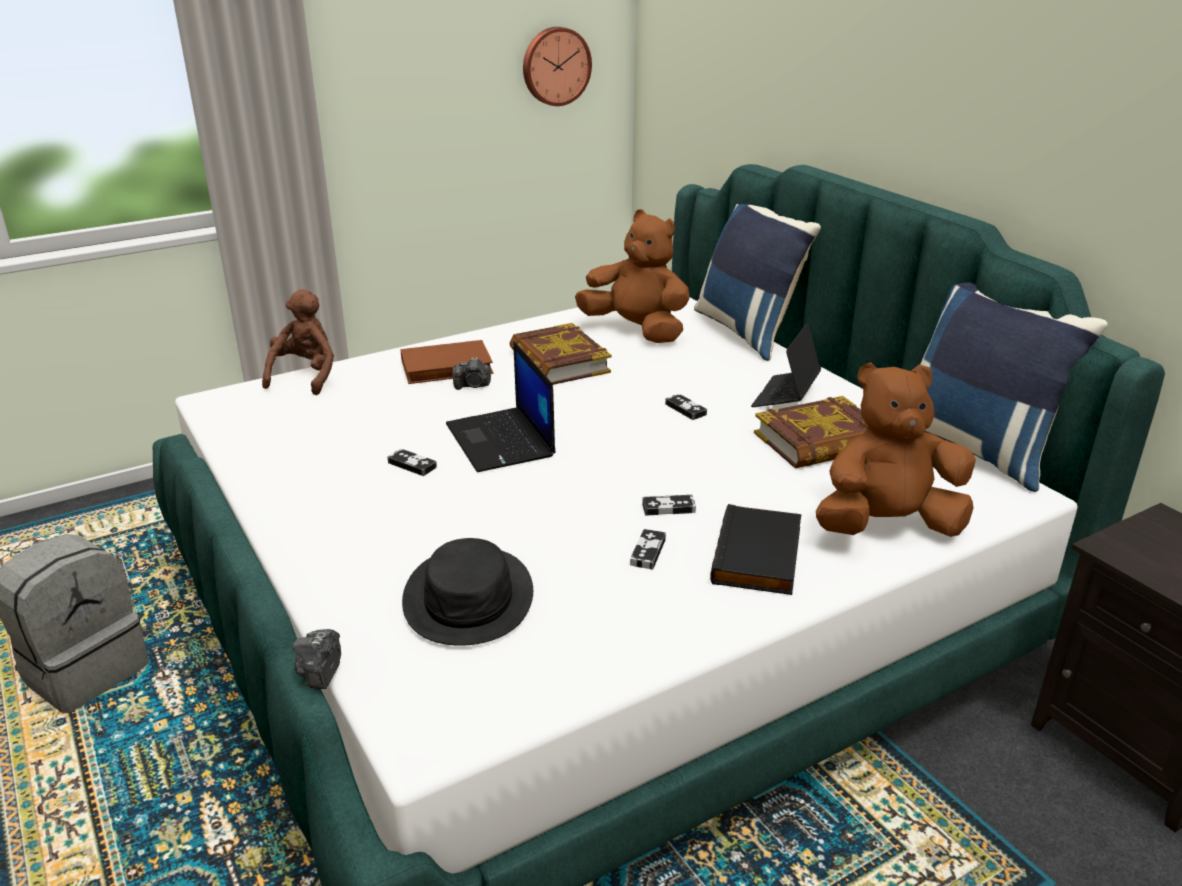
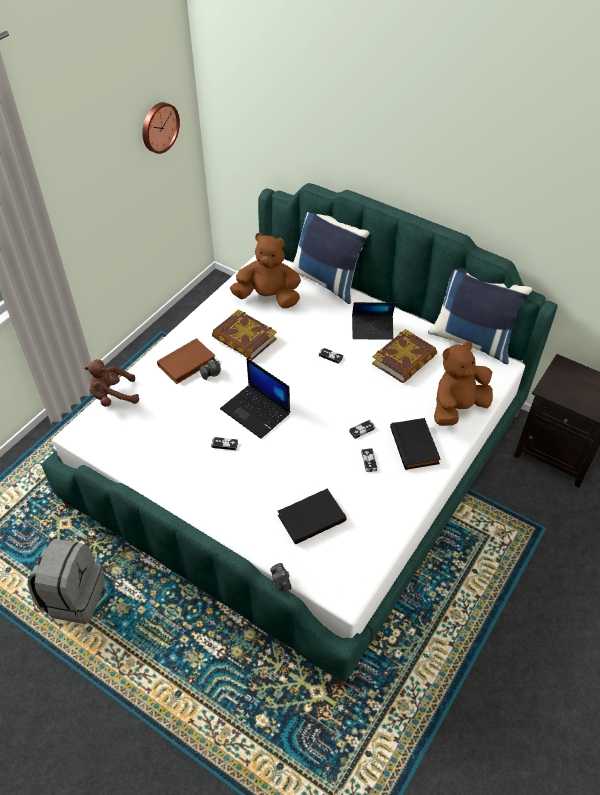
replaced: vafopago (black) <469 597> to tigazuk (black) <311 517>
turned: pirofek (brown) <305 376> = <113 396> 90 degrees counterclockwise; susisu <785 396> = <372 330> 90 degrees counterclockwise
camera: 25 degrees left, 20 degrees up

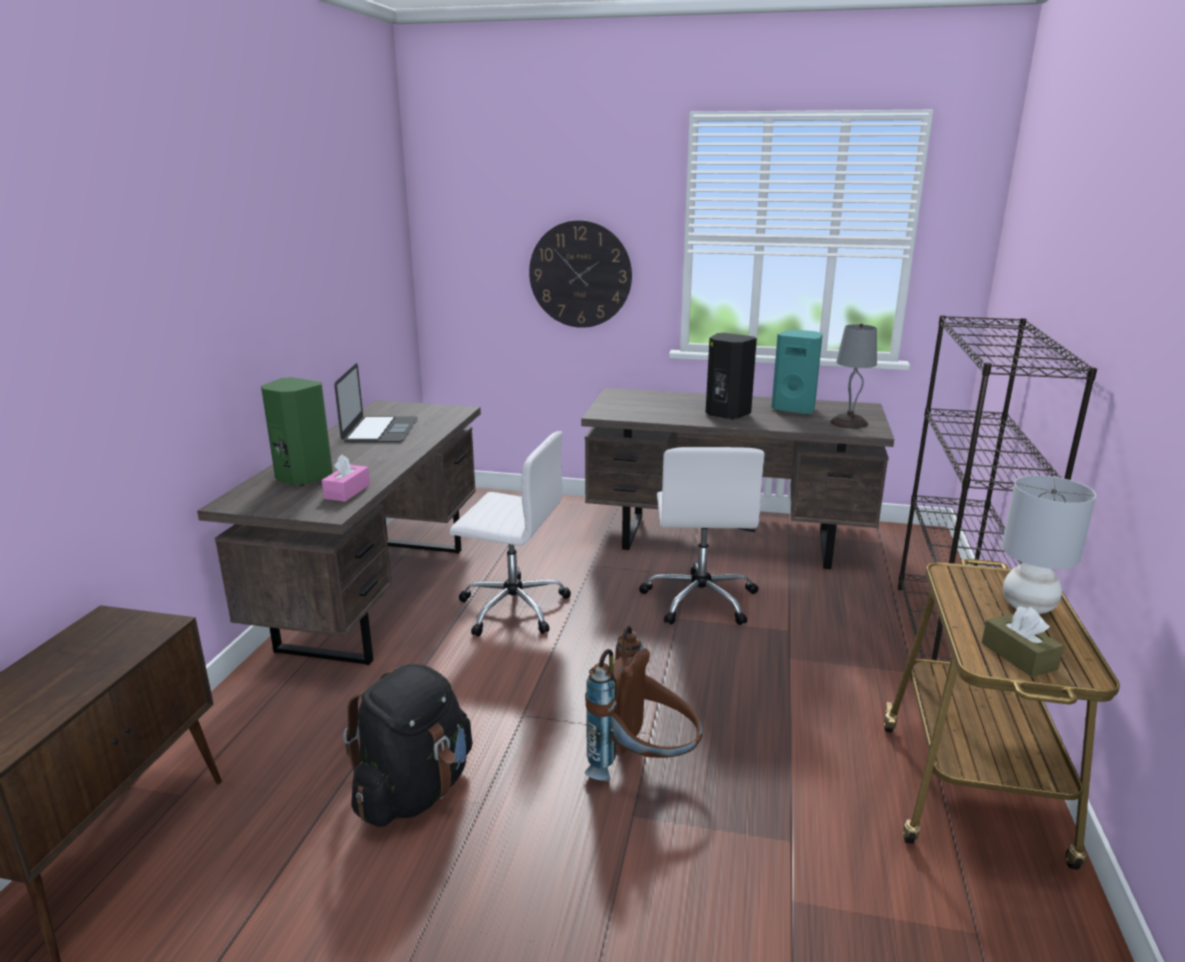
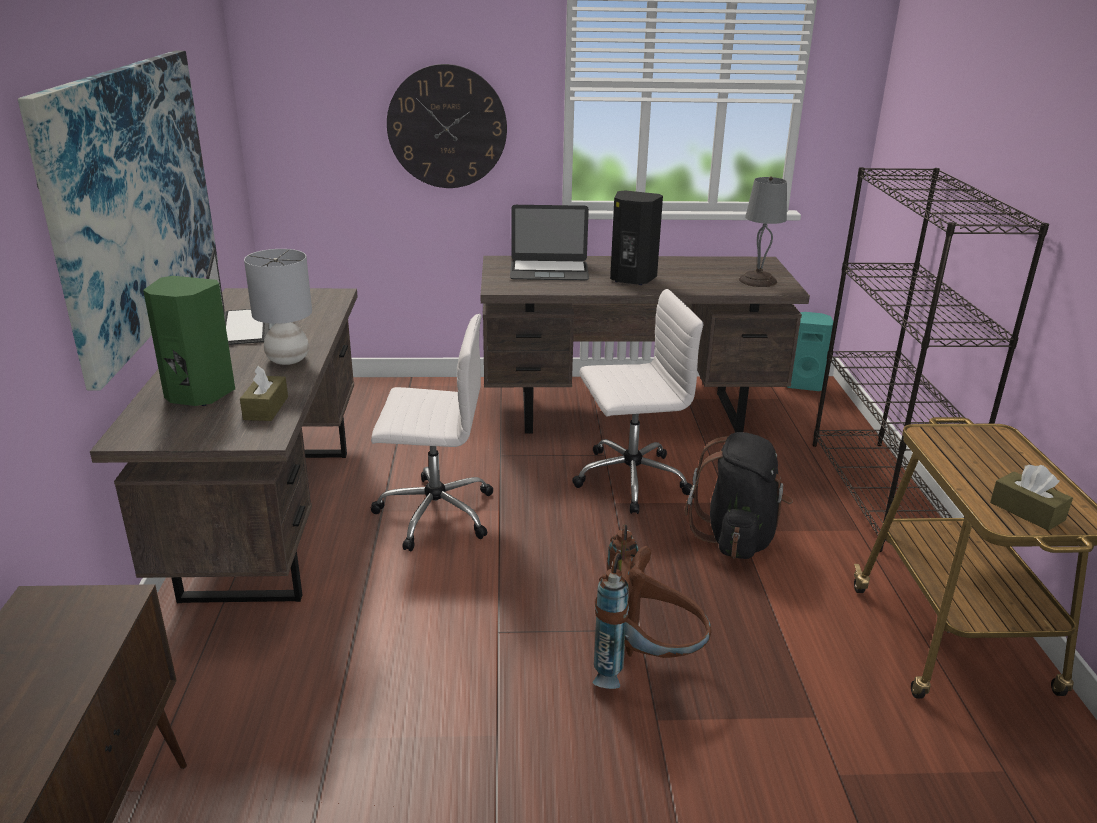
added: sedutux <134 200>; susisu <549 270>
moved: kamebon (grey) <1027 606> to <287 360>; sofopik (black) <414 791> to <737 537>; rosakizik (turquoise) <794 409> to <803 384>
recoloured: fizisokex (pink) <347 491> to fizisokex (brown) <266 408>
turned: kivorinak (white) <700 599> = <628 479> 90 degrees counterclockwise
camera: 15 degrees left, 5 degrees up

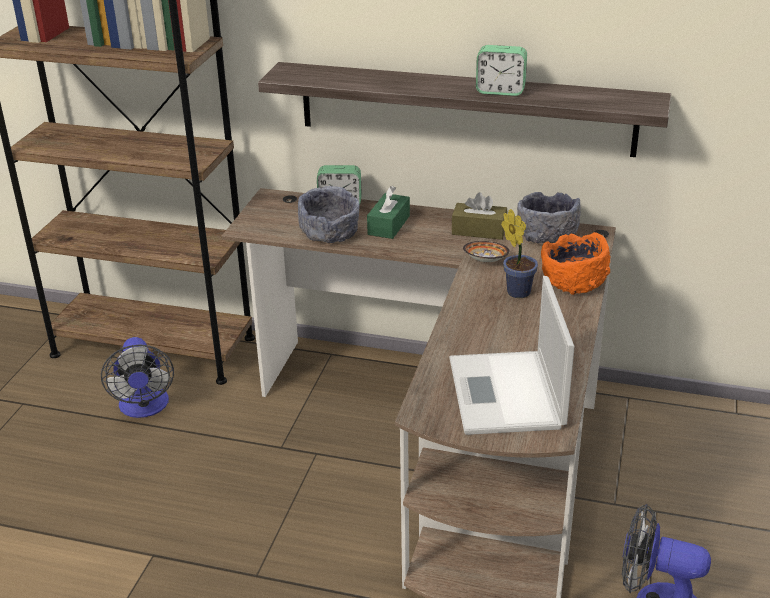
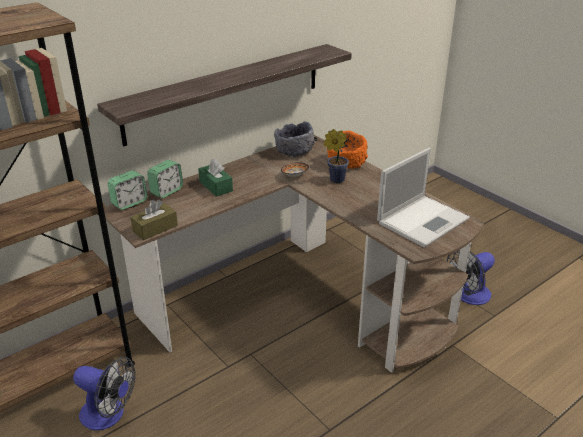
removed: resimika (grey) <330 233>
moved: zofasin <500 91> to <129 203>; fizisokex (brown) <479 230> to <155 228>
turned: susisu <506 395> = <423 220> 75 degrees counterclockwise
camera: 55 degrees left, 0 degrees up

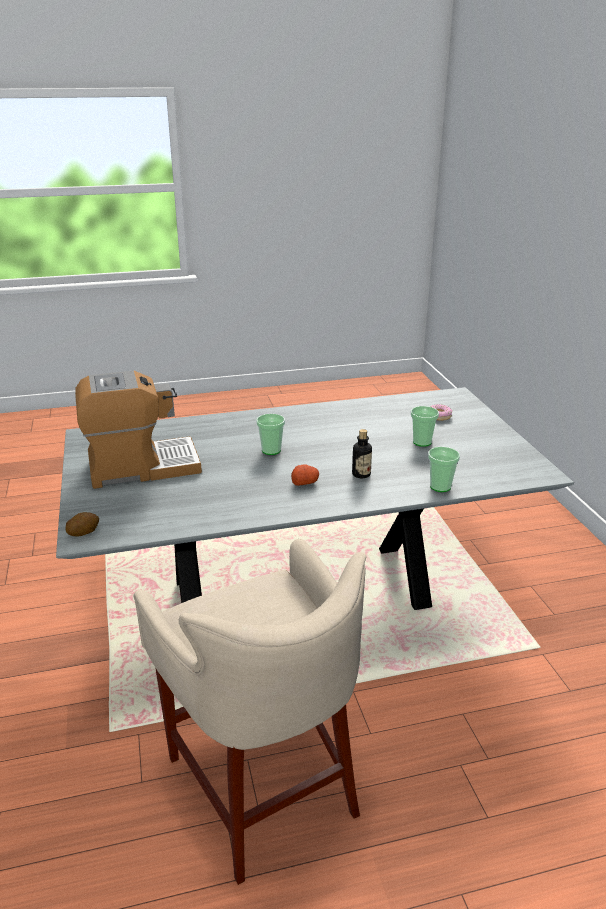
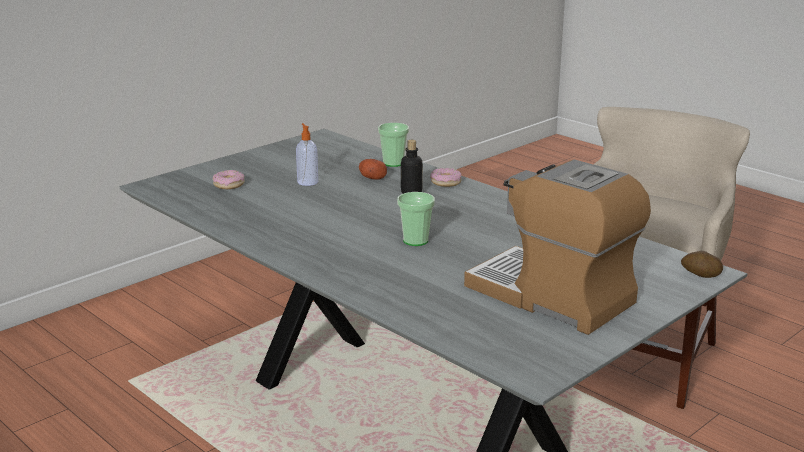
added: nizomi <446 182>
moved: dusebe <305 482> to <371 177>
replaced: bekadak <422 442> to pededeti <307 182>
camera: 120 degrees left, 5 degrees down

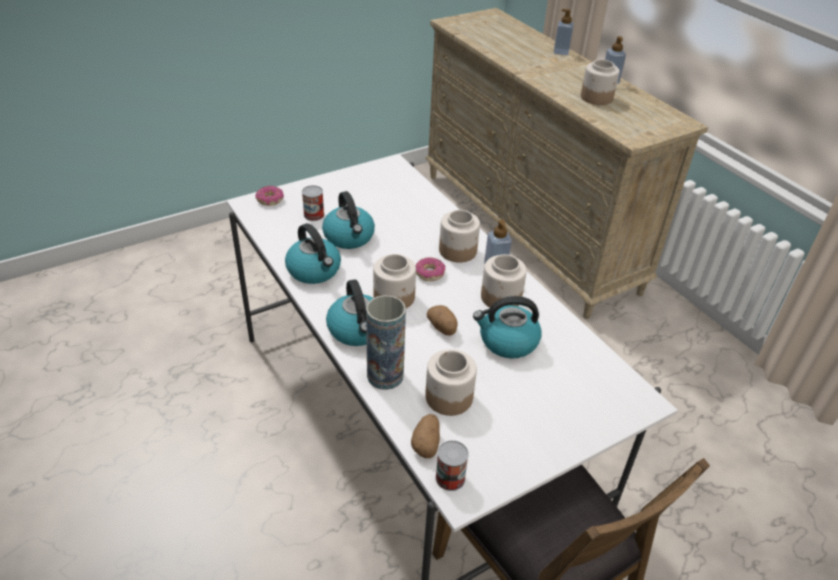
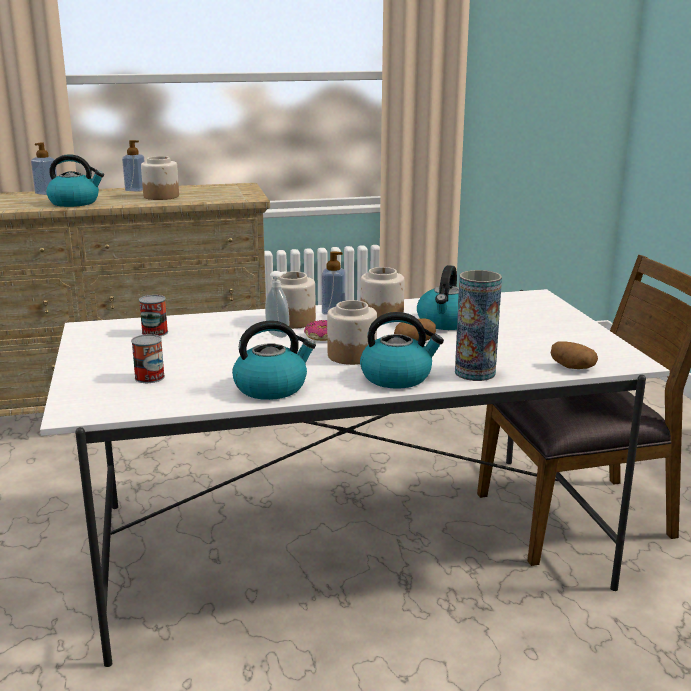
removed: nizomi <270 200>; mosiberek <448 397>
added: pededeti <279 334>
moved: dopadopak <349 237> to <75 202>; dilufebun <450 478> to <155 332>
camera: 70 degrees left, 20 degrees down

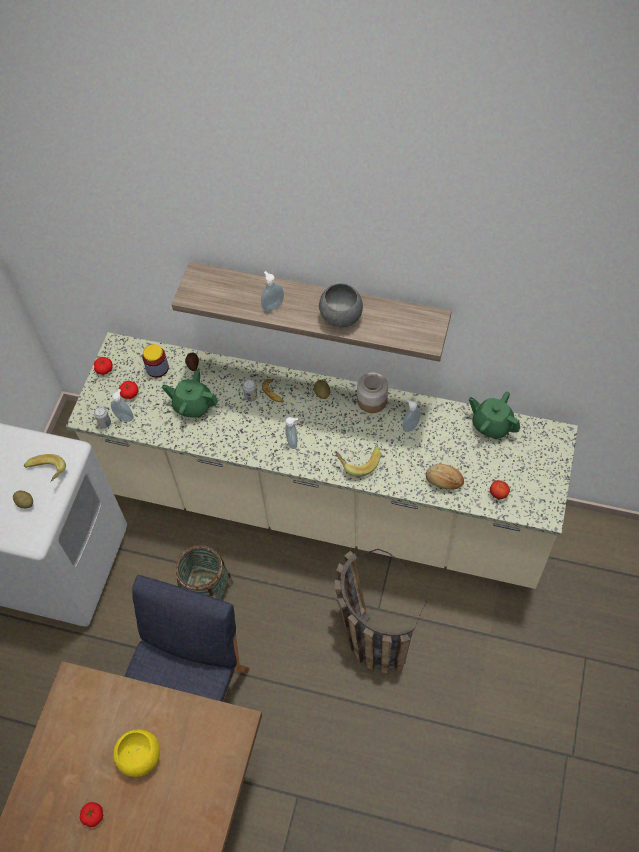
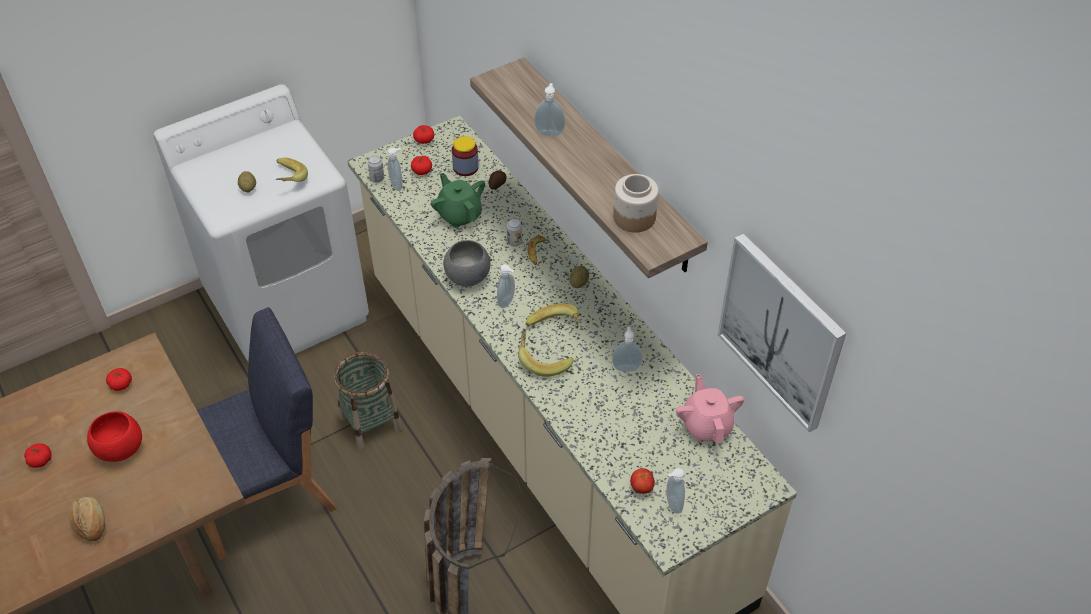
added: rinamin <121 384>; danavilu <555 328>; pededeti <672 504>; sedutux <781 331>
moved: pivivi <444 481> to <90 523>; resimika (grey) <340 317> to <467 277>; mosiberek <371 400> to <633 217>
recoloured: resimika (yellow) <140 757> to resimika (red) <120 448>; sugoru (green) <491 425> to sugoru (pink) <706 425>
camera: 40 degrees right, 10 degrees down

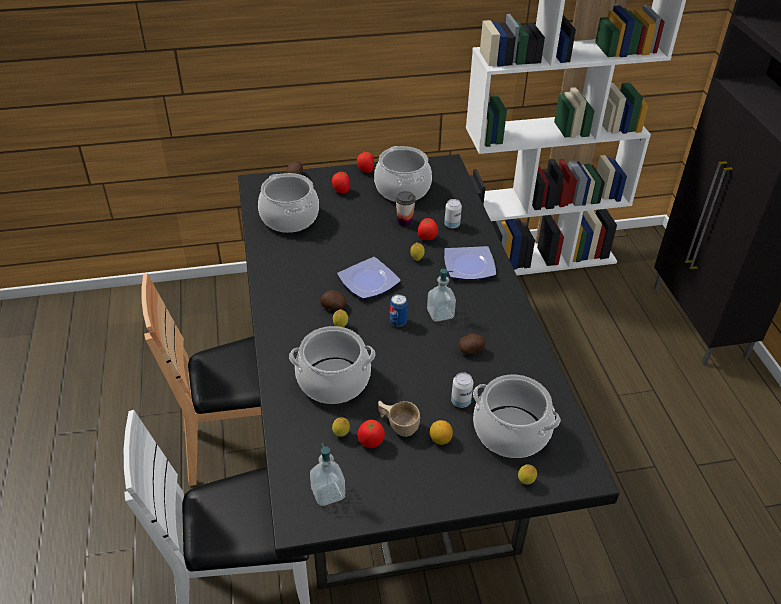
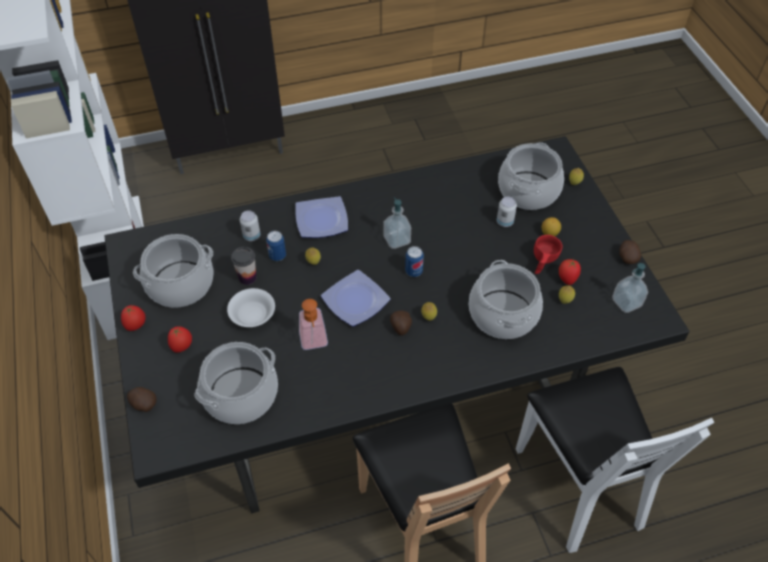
added: resimika (white) <252 314>; pededeti <314 343>
moved: dusebe <471 350> to <627 257>
replaced: rinamin <427 238> to dilufebun <277 256>
recoloured: bekadak (beige) <398 425> to bekadak (red) <542 262>
camera: 95 degrees left, 10 degrees up

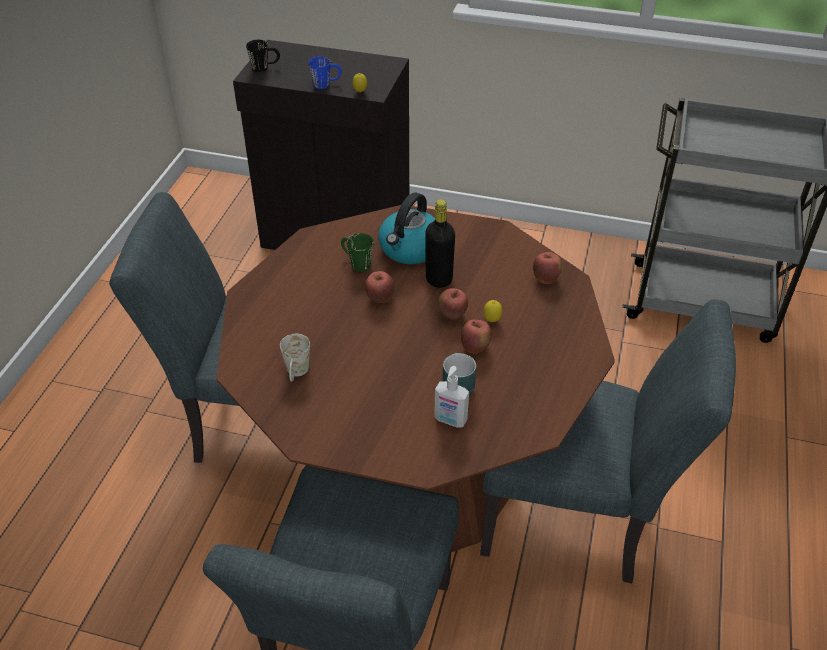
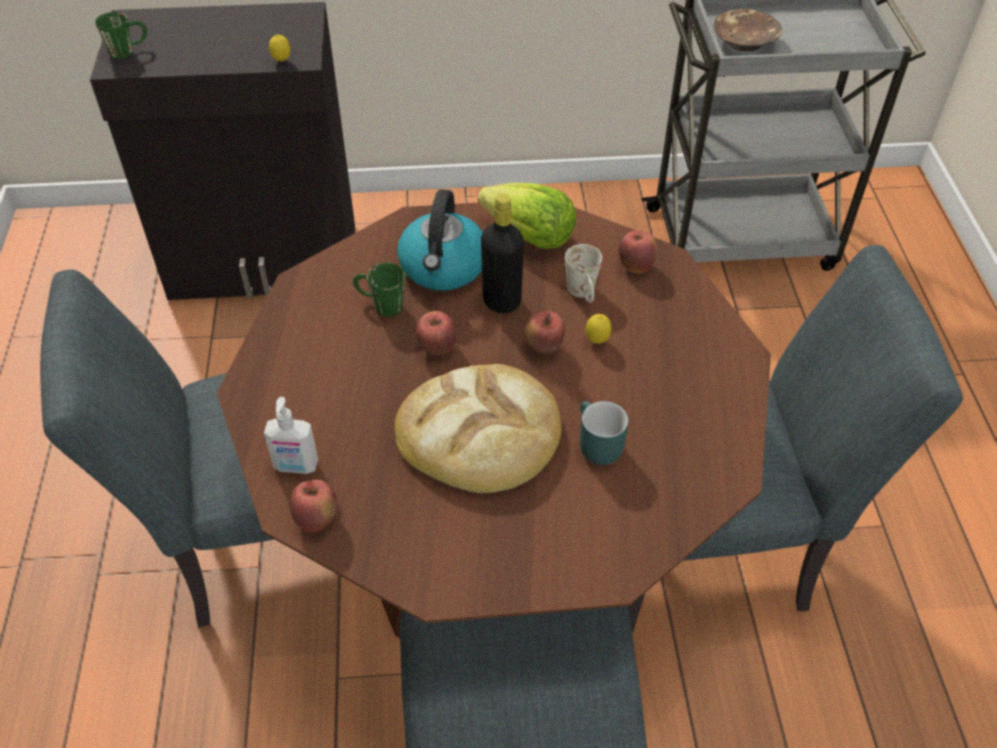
removed: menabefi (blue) <326 84>
added: pivivi <480 433>; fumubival <529 237>; resimika (brown) <745 41>
moved: pededeti <450 420> to <296 466>; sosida <475 348> to <317 519>; menabefi (white) <296 374> to <583 294>
recoloured: menabefi (black) <265 67> to menabefi (green) <128 51>
camera: 20 degrees left, 5 degrees up

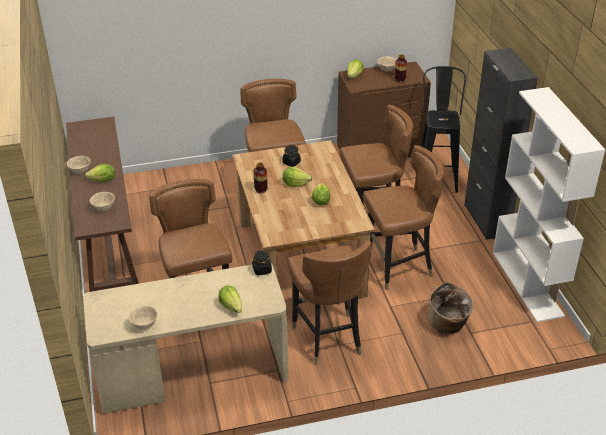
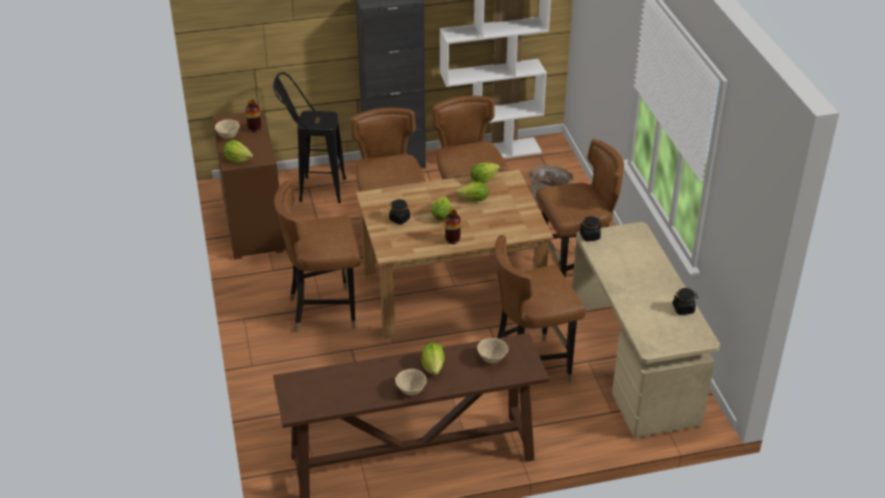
moved: fumubival <231 306> to <483 179>
replaced: resimika (beige) <144 325> to mosiberek (black) <683 309>
camera: 90 degrees left, 0 degrees up

